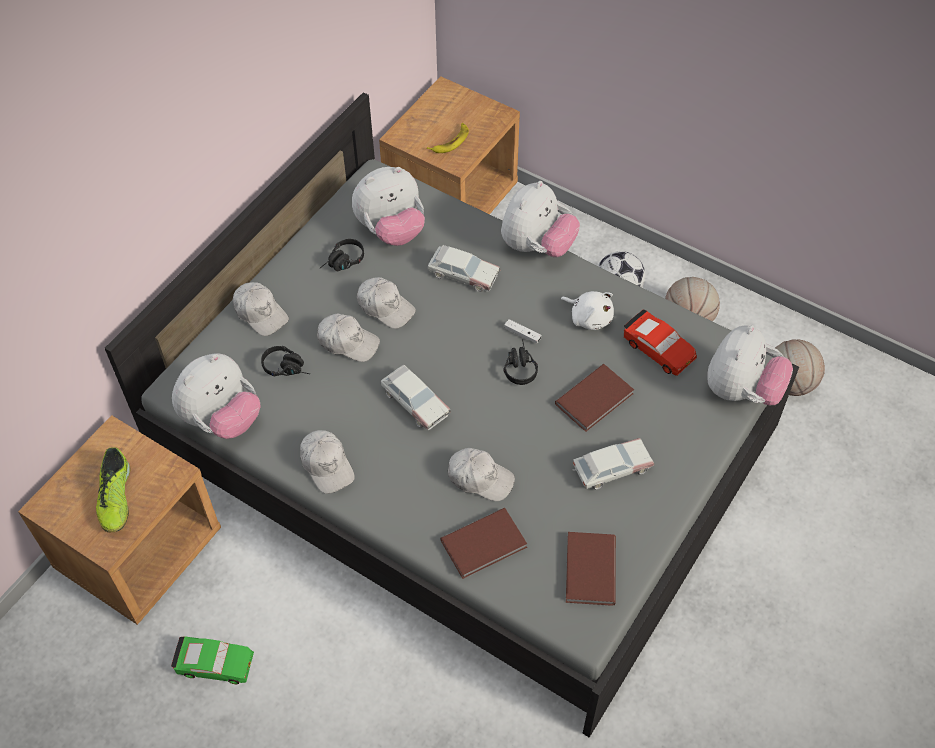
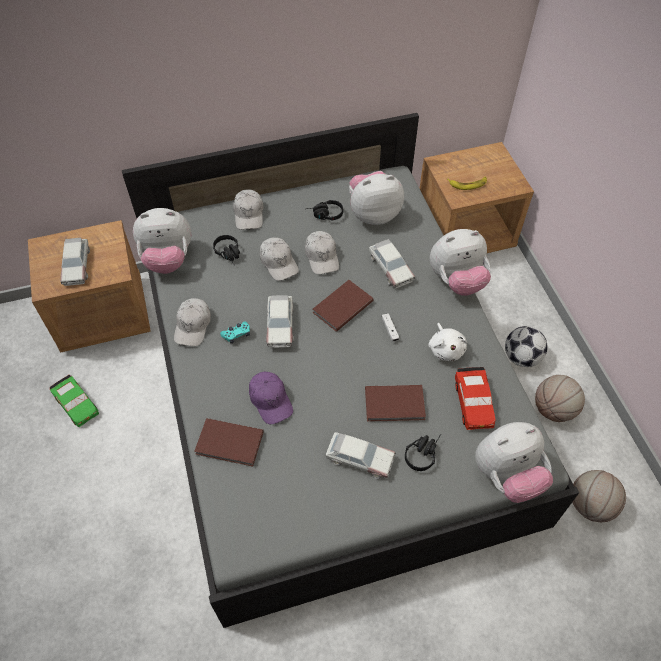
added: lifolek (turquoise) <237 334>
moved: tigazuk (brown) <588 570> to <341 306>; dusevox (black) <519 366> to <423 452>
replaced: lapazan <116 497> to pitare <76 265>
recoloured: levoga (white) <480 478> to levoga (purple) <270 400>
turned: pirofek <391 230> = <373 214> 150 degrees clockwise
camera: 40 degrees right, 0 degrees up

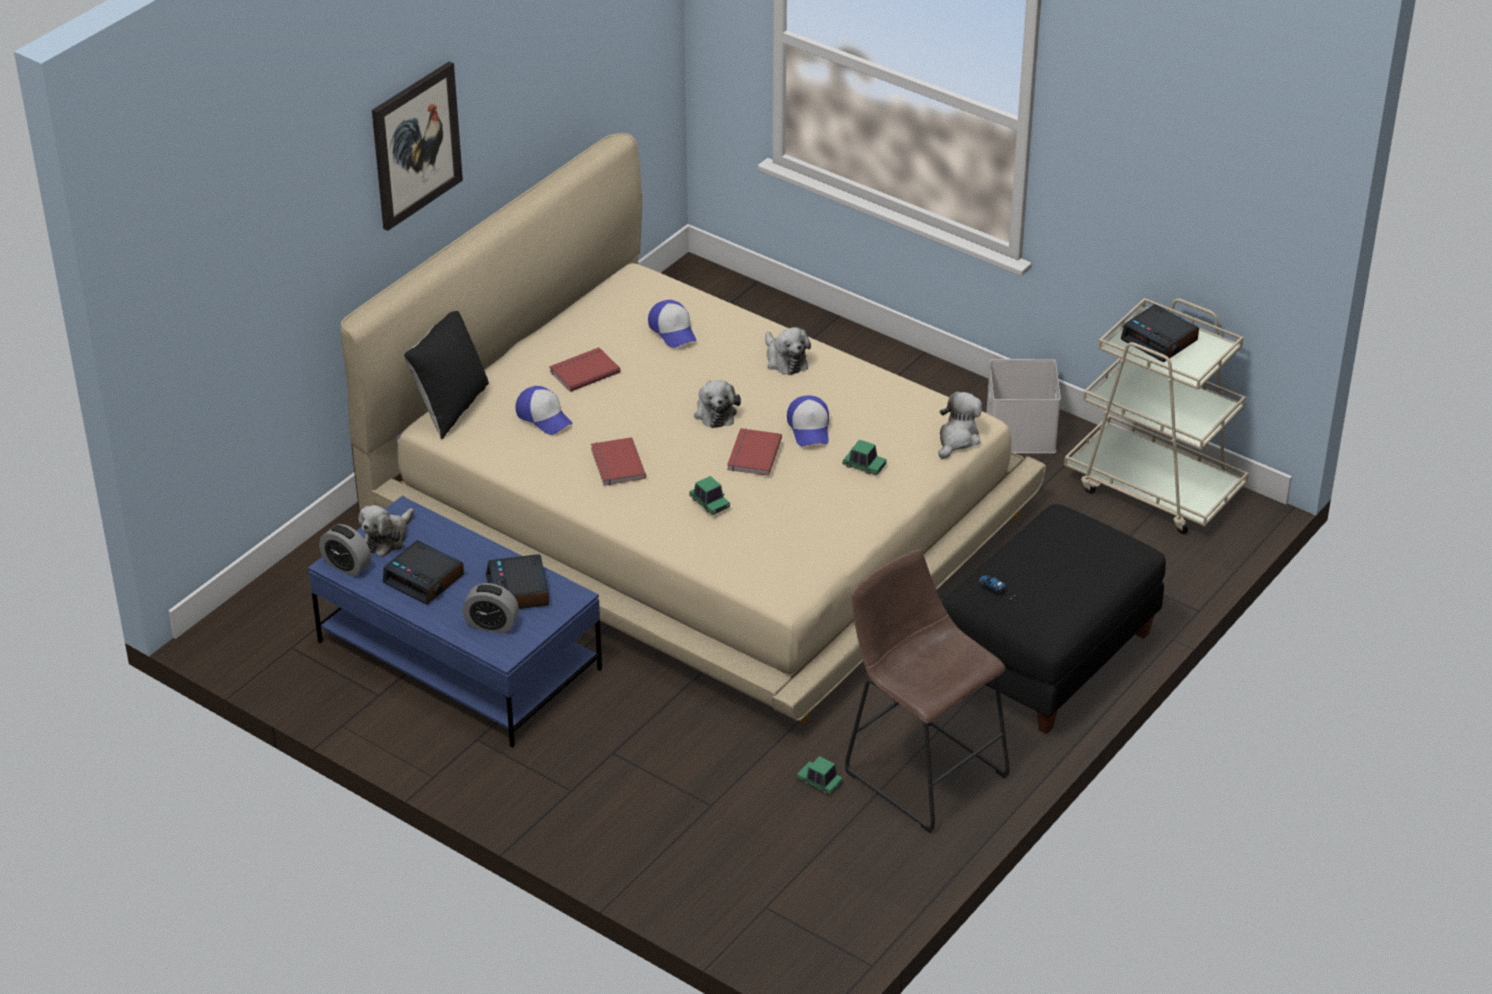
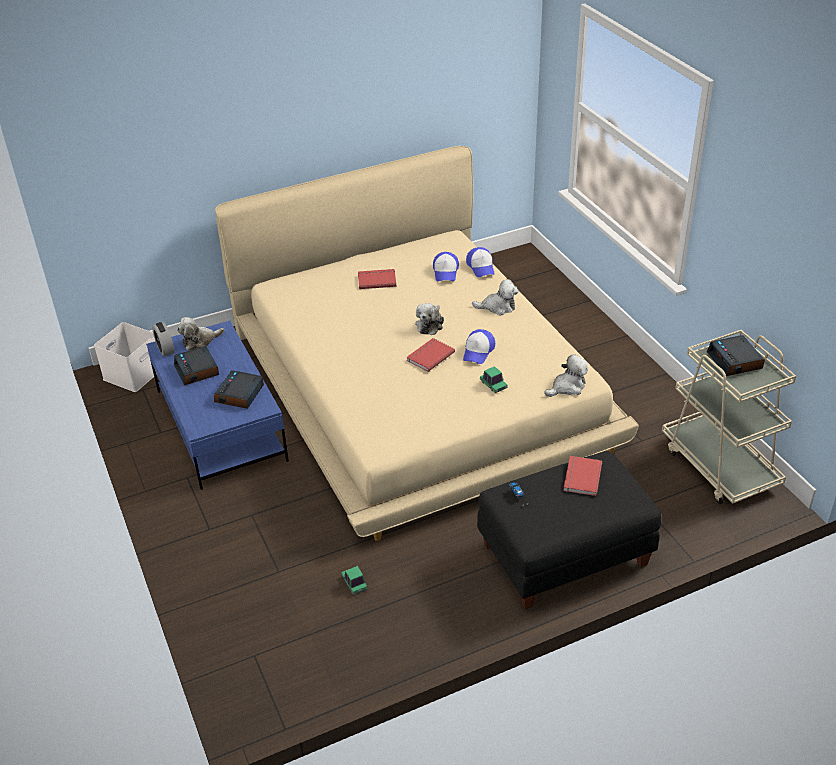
removed: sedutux <416 145>; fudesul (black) <450 407>; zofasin <491 625>; pitare <709 503>; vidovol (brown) <920 768>
moved: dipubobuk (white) <1022 433> to <133 374>; levoga <544 417> to <481 267>; tigazuk (red) <616 464> to <581 477>
turned: pirofek <785 360> = <498 307> 90 degrees counterclockwise
camera: 30 degrees right, 0 degrees up

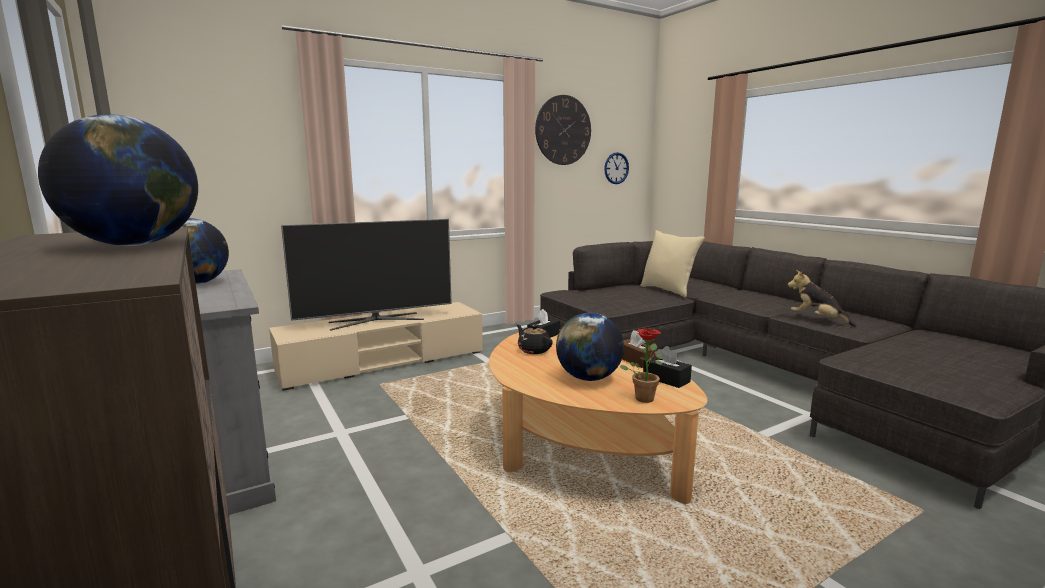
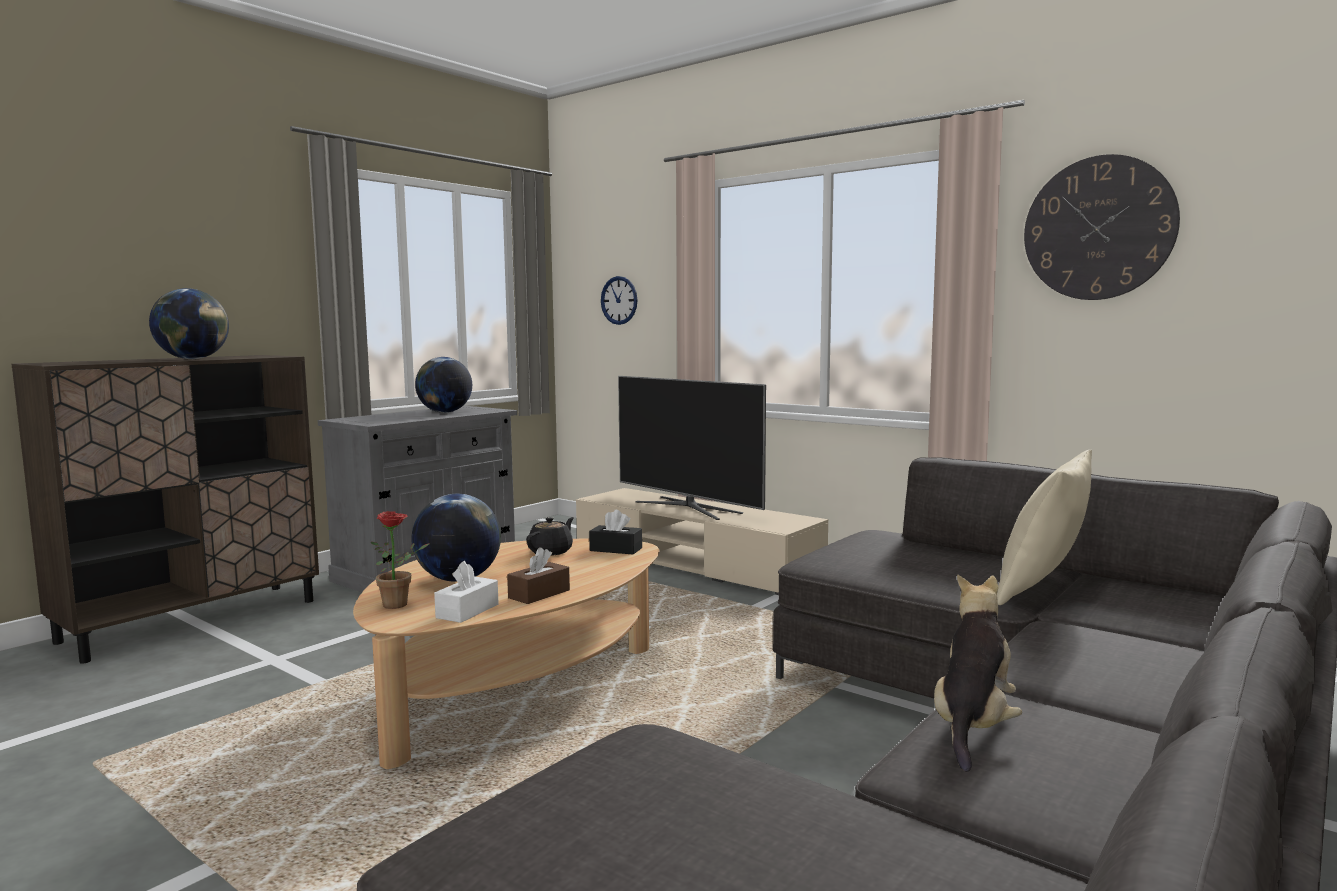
moved: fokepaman <616 168> to <619 300>
recoloured: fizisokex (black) <666 379> to fizisokex (white) <467 611>
camera: 70 degrees right, 5 degrees down

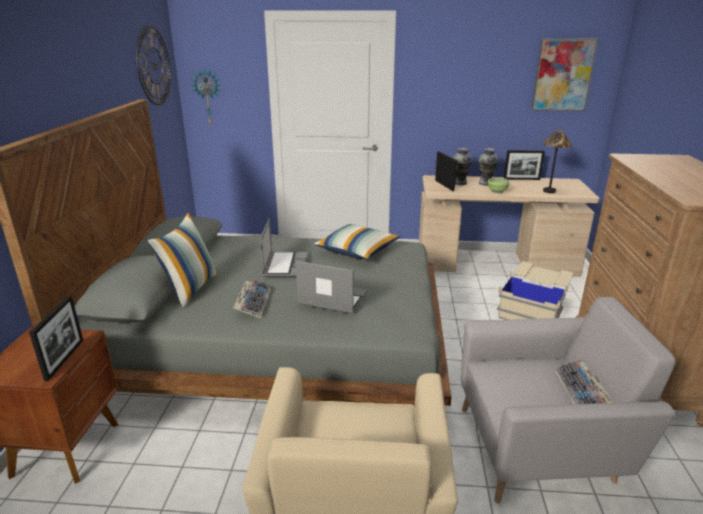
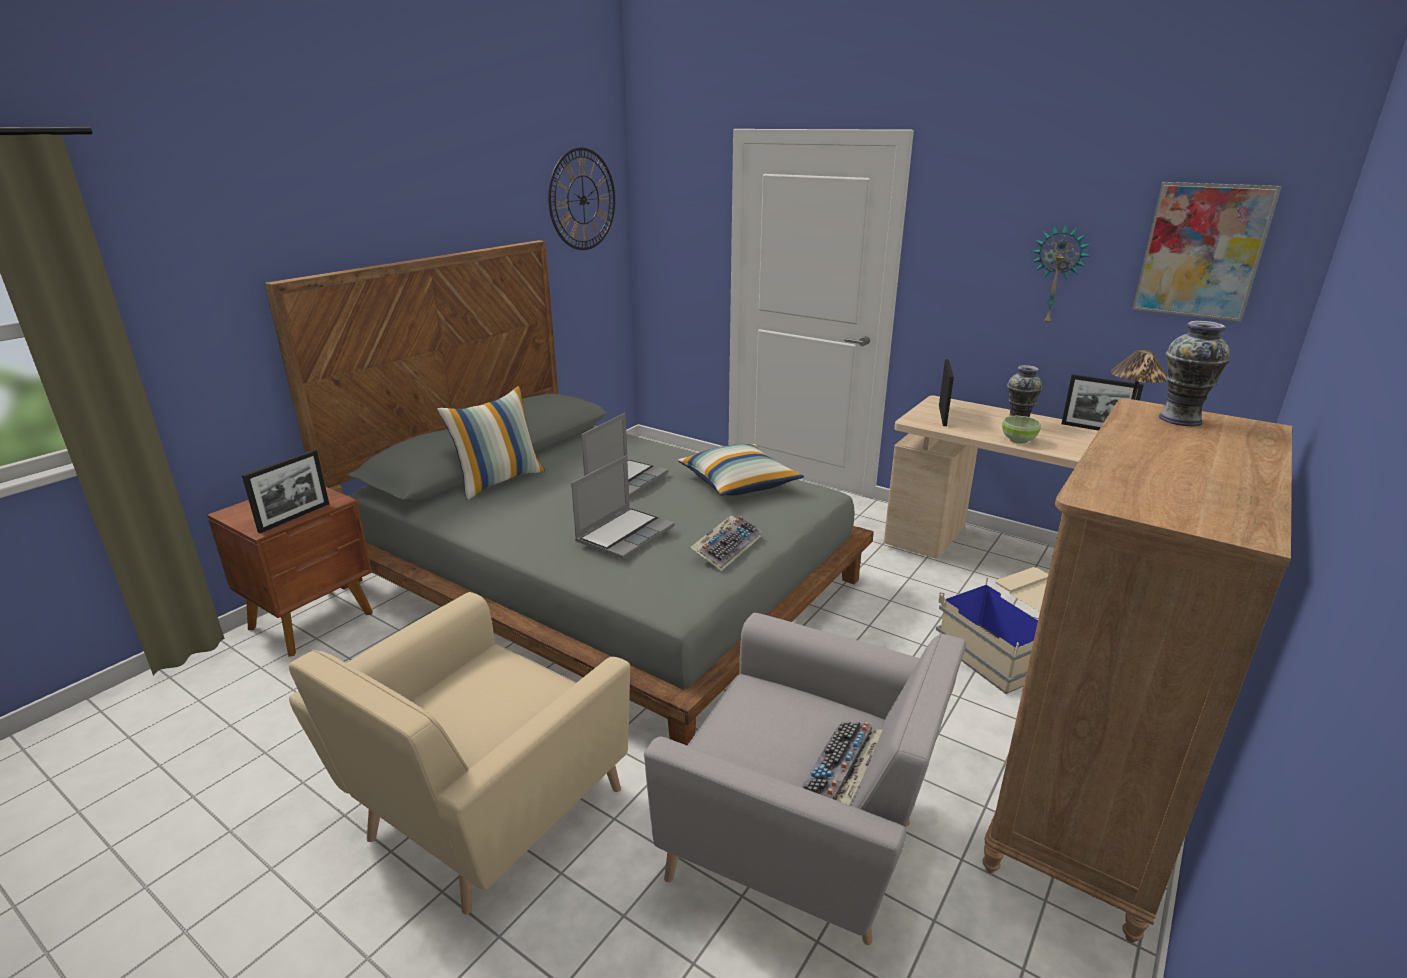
moved: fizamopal <253 302> to <726 548>; fokepaman <208 97> to <1057 275>; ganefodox <460 183> to <1180 419>
turned: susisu <331 299> = <625 534> 75 degrees clockwise
camera: 30 degrees right, 0 degrees up

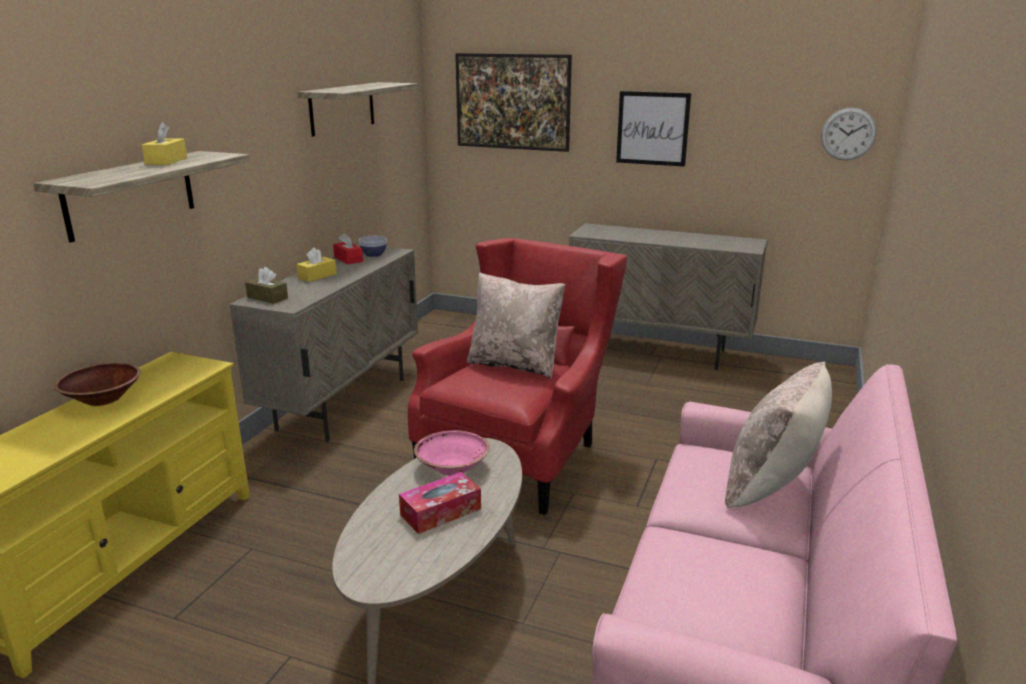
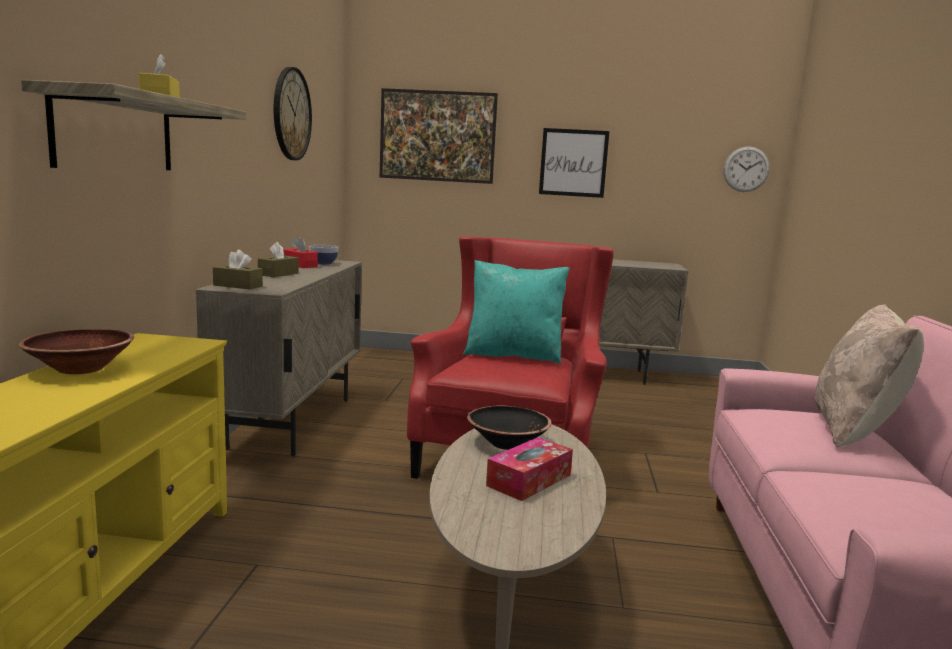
replaced: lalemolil <342 108> to fokepaman <291 114>
recoloured: fizisokex (yellow) <317 276> to fizisokex (brown) <278 274>; fudesul (beige) <515 364> to fudesul (turquoise) <513 355>; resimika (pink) <452 468> to resimika (black) <507 443>
camera: 15 degrees left, 10 degrees down

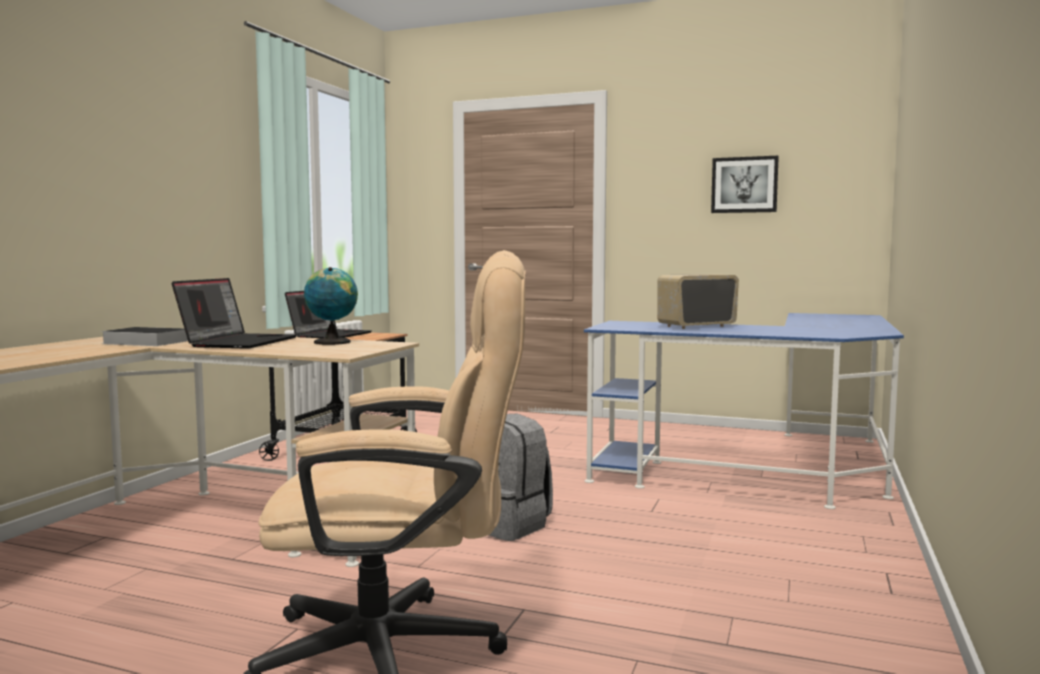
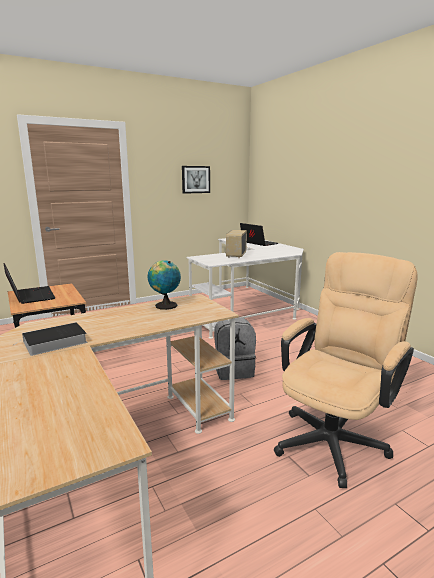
moved: susisu <238 342> to <258 243>
recoloured: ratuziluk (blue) <771 470> to ratuziluk (white) <250 309>
camera: 50 degrees left, 10 degrees up

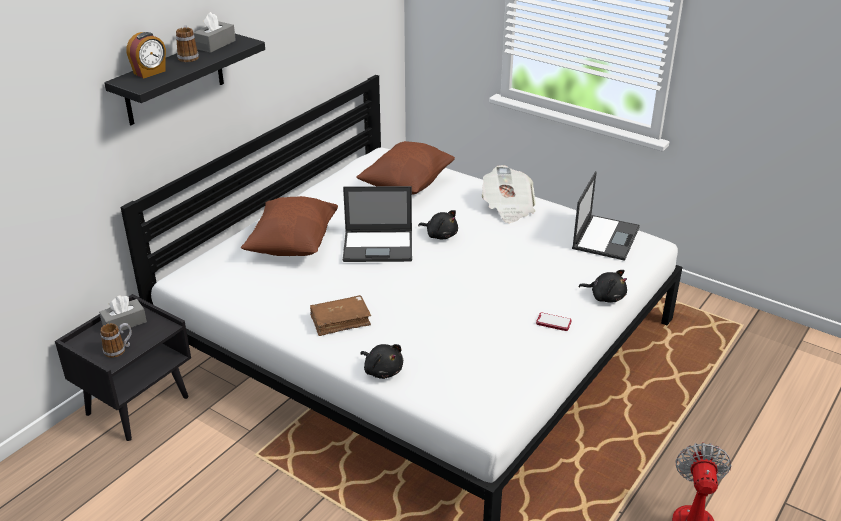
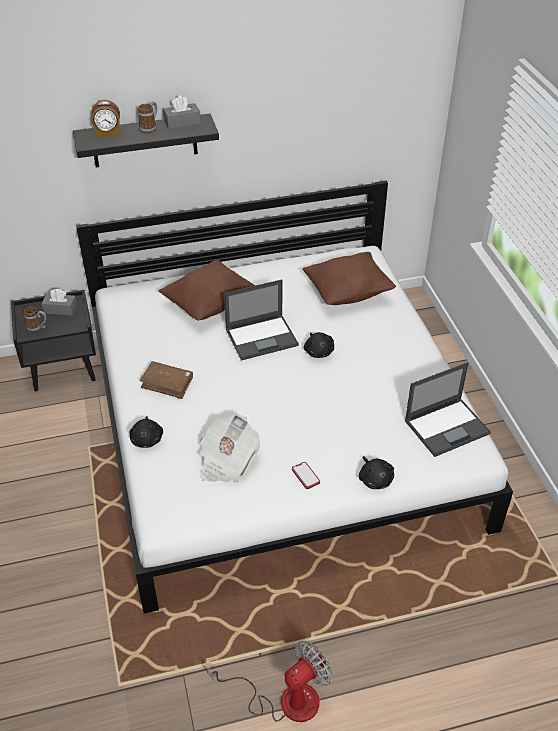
moved: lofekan <508 208> to <227 461>
turned: susisu <379 246> = <262 337> 60 degrees counterclockwise
camera: 40 degrees right, 10 degrees up

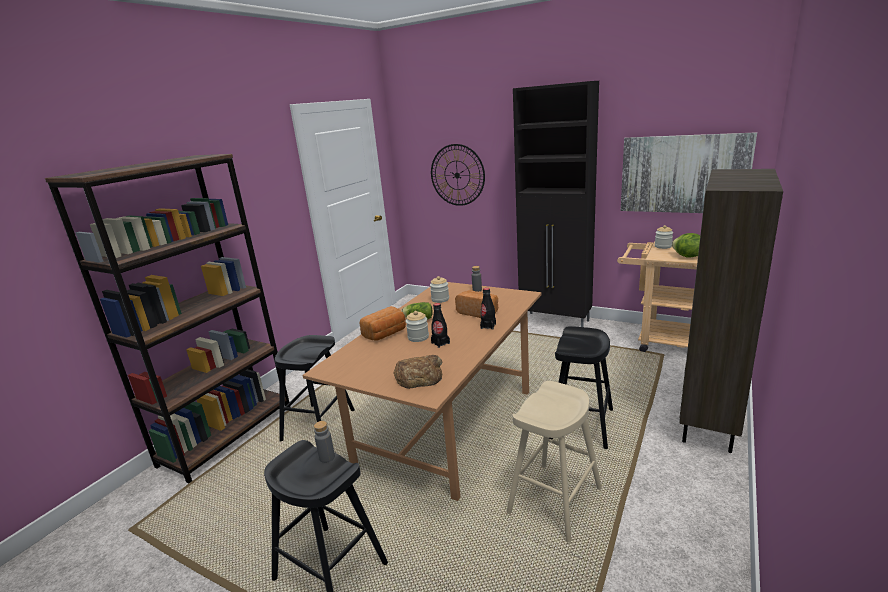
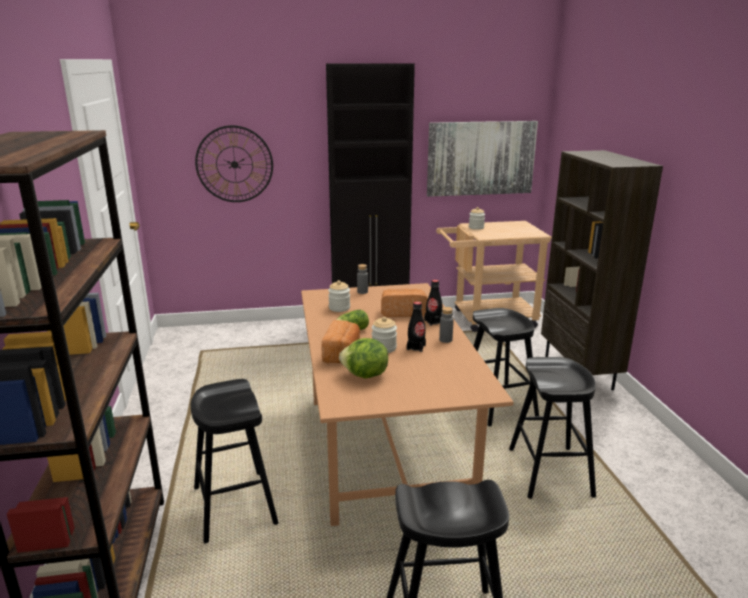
removed: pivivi <419 376>
moved: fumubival <687 257> to <365 375>; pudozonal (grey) <327 457> to <445 340>
recoloured: vidovol (beige) <555 500> to vidovol (black) <549 472>
camera: 40 degrees left, 0 degrees up

